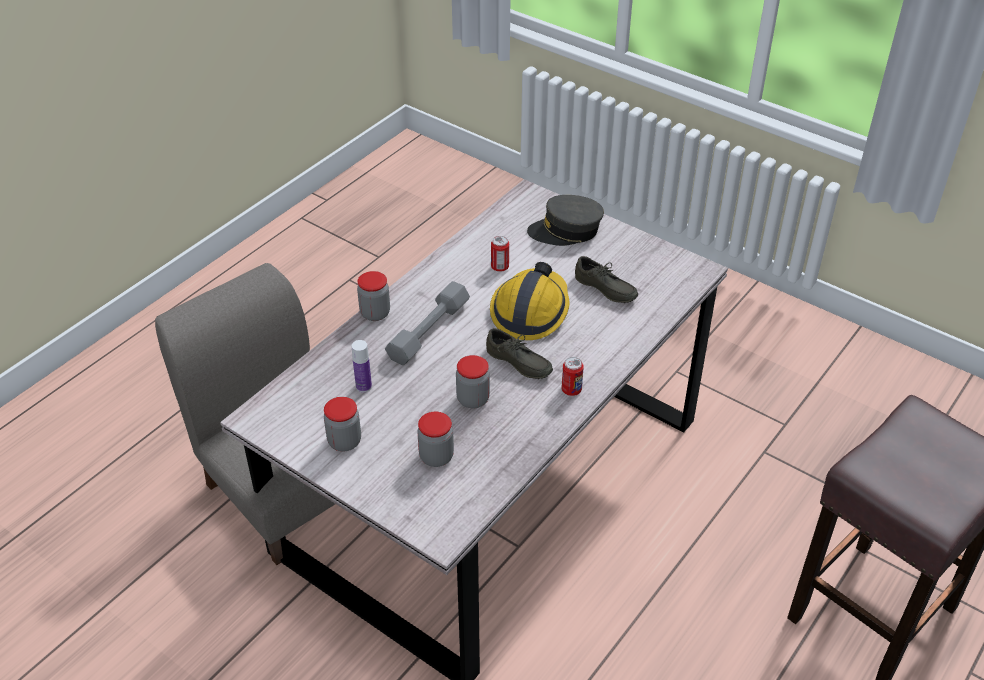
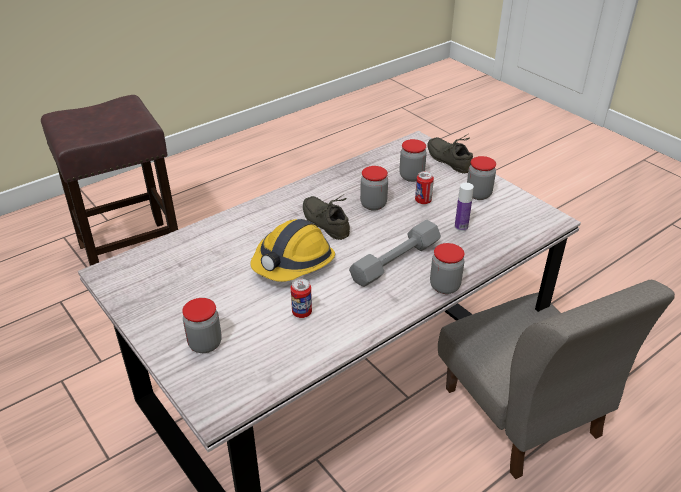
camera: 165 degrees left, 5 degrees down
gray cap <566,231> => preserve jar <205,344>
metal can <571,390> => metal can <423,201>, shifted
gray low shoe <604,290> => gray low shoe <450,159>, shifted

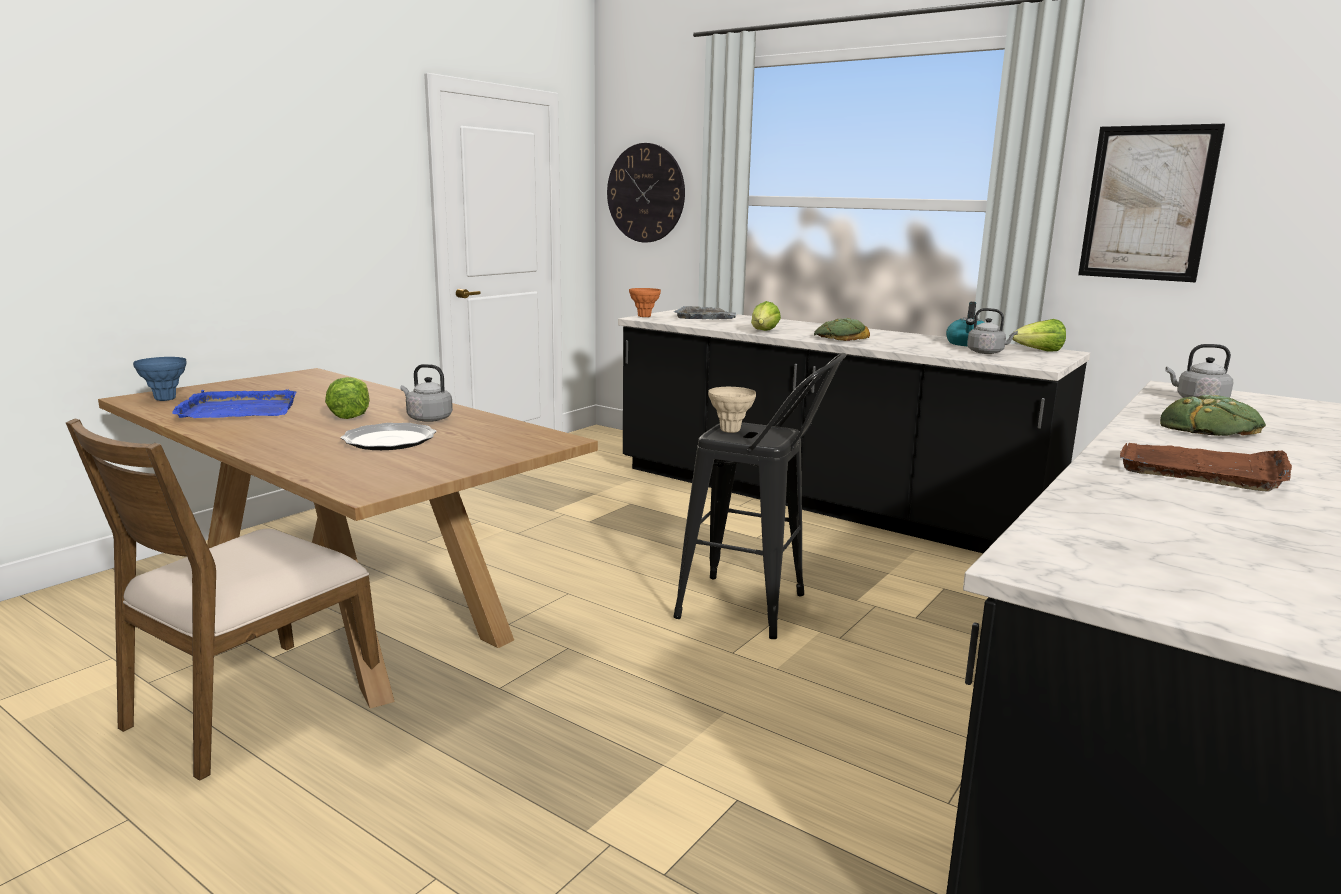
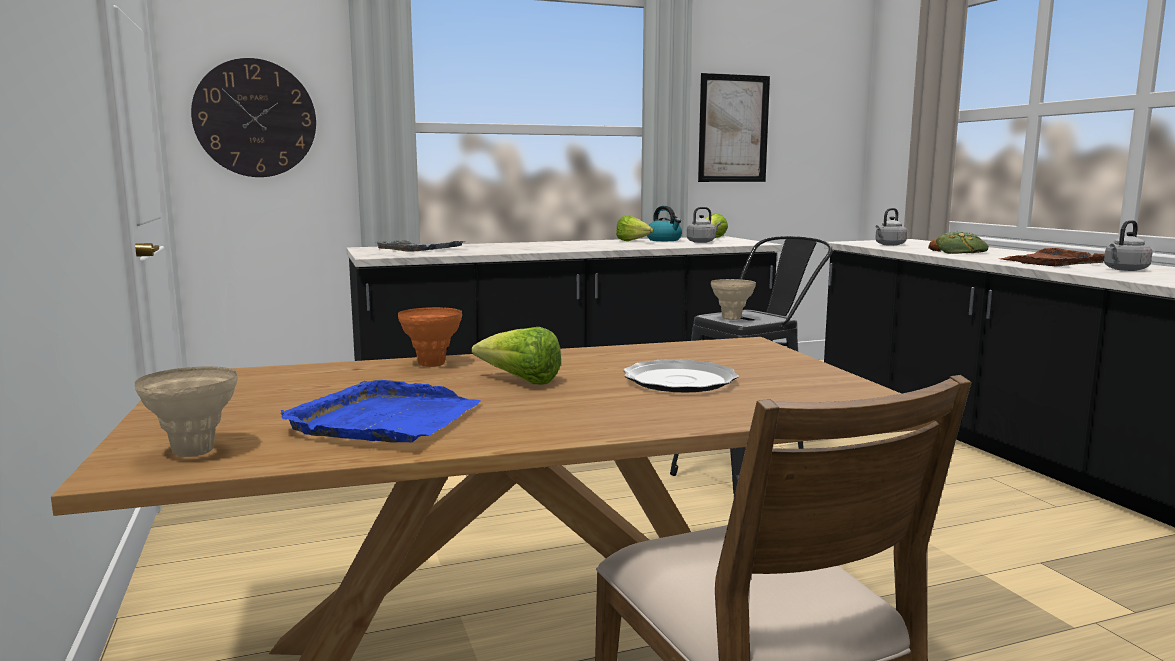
camera: 55 degrees left, 5 degrees down
bluish flower vase <165,399> => beige flower vase <194,451>
orange flower vase <644,316> => orange flower vase <432,364>, shifted
lettuce head <763,332> => lettuce head <633,241>, shifted
gray tea kettle <427,418> => gray tea kettle <1124,270>, shifted
bakery bread <841,338> => nothing

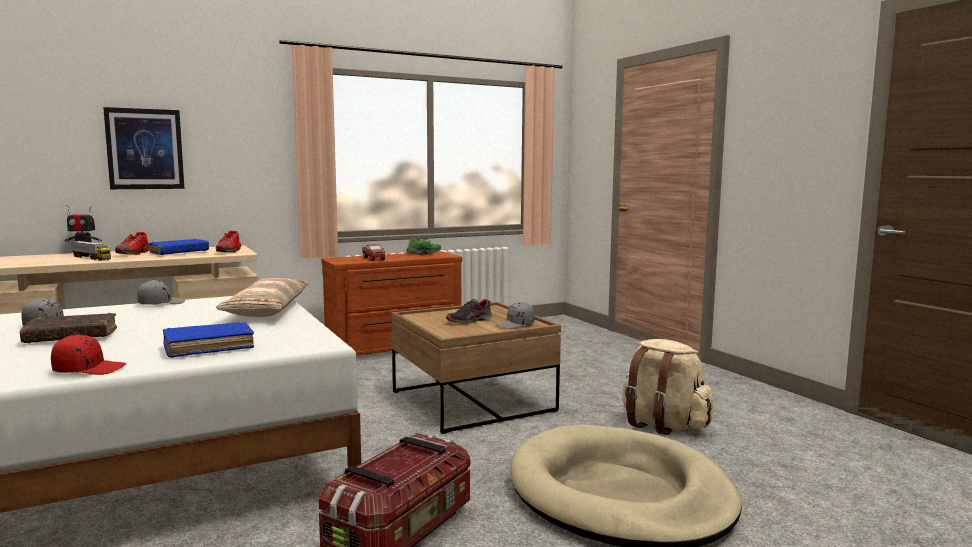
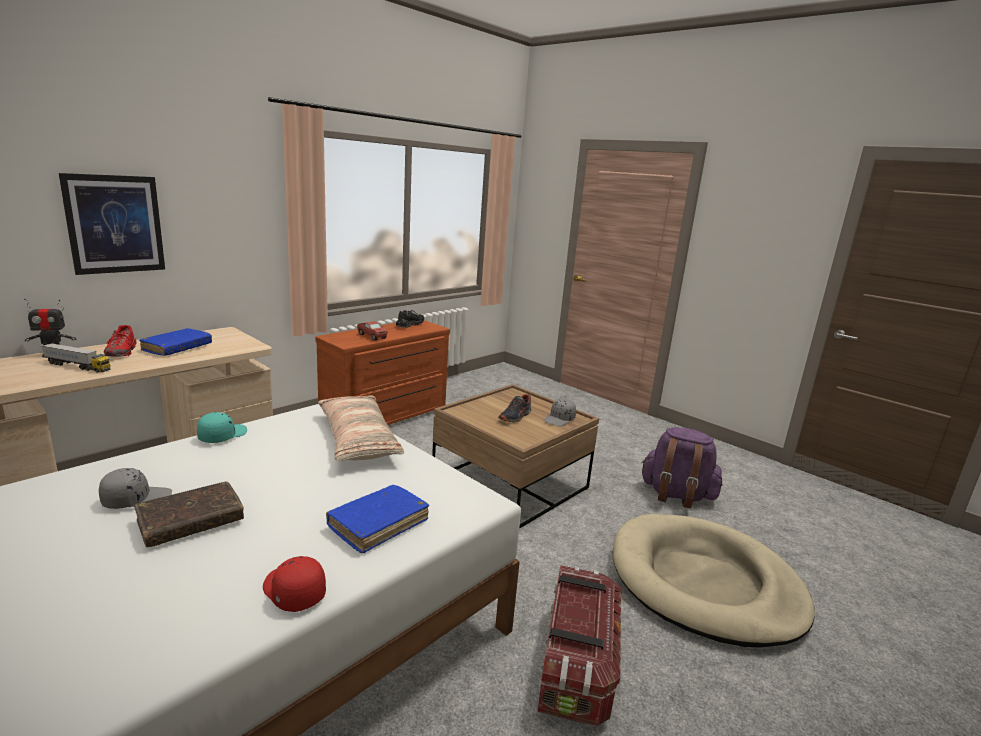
camera: 20 degrees left, 10 degrees up
gray cap <161,303> => turquoise cap <222,436>
red-coloured cap <89,369> => red-coloured cap <293,592>, 105 degrees counterclockwise
green-coloured low shoe <423,254> => blackish low shoe <410,325>
beige knapsack <663,425> => purplish knapsack <676,495>
red-coloured low shoe <229,252> => nothing

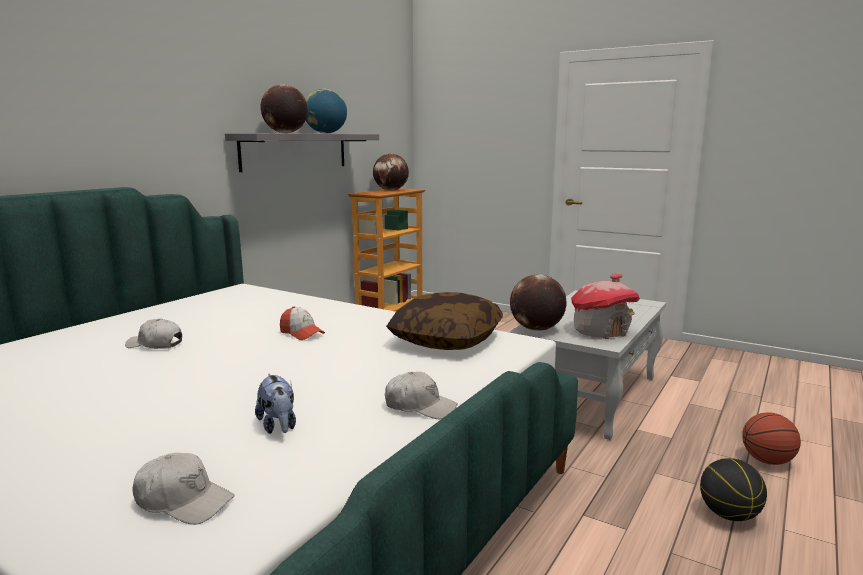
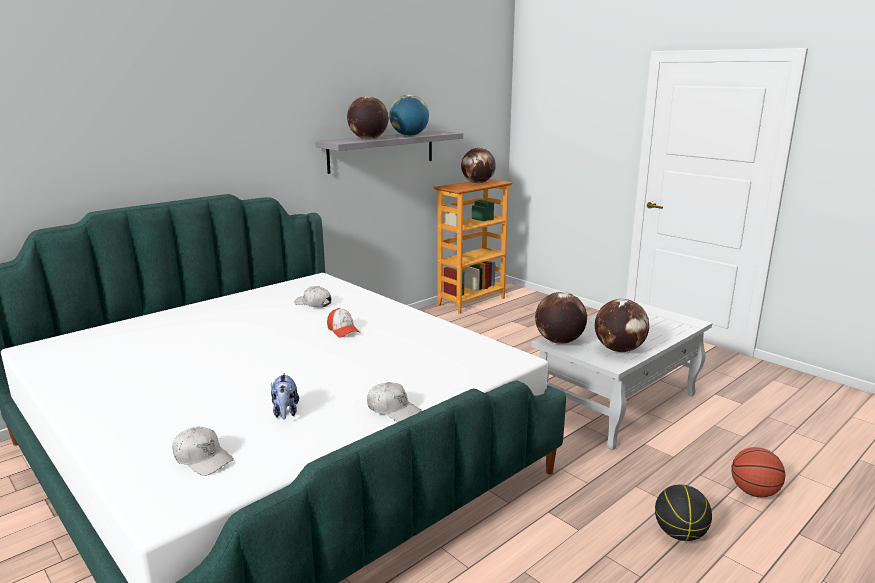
camera: 15 degrees right, 5 degrees up
white cap <155,345> => white cap <313,304>, shifted
model house <601,331> => globe <619,349>
throw pillow <446,340> => nothing

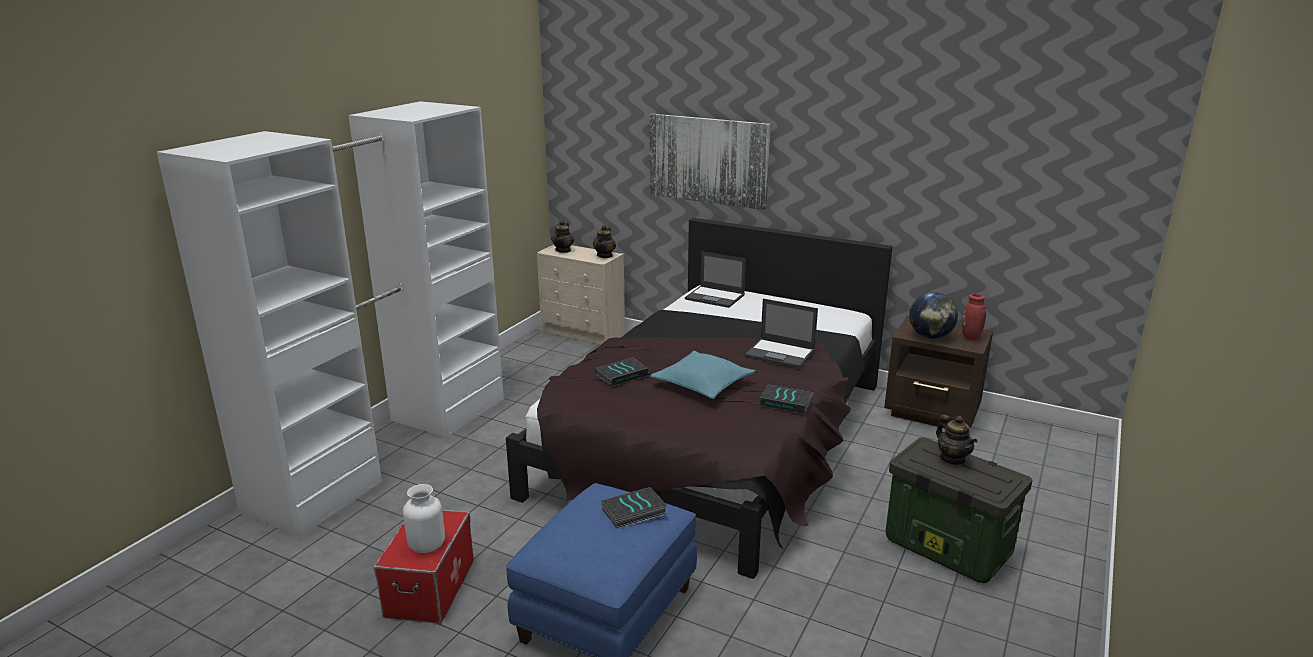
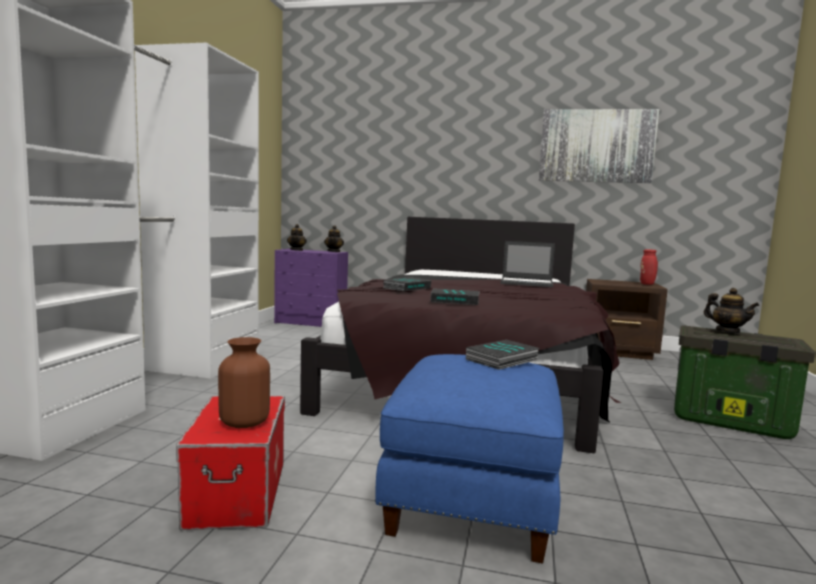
camera: 15 degrees left, 15 degrees down
white flower vase <426,545> => brownish flower vase <244,422>
beige chest of drawers <584,334> => purplish chest of drawers <311,323>
bound book <787,402> => bound book <455,301>, shifted
wall picture <708,160> => wall picture <596,146>, shifted
turquoise throw pillow <702,384> => nothing
notebook computer <715,297> => nothing
globe <930,337> => nothing

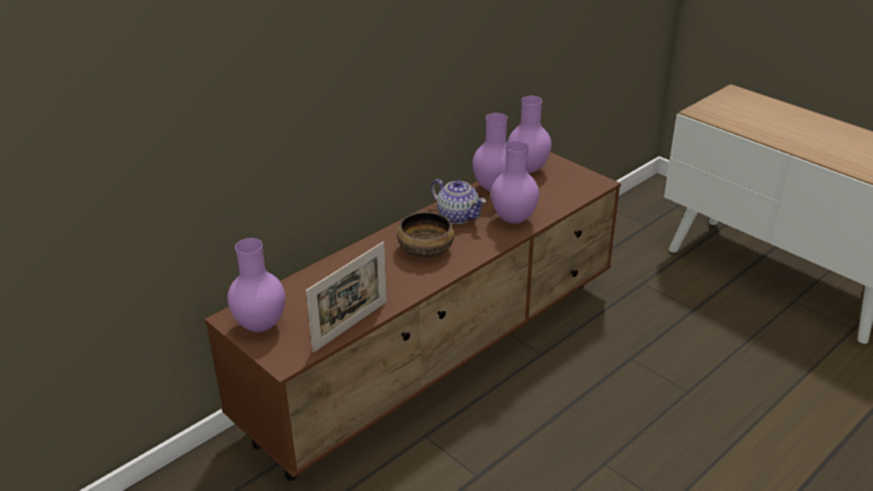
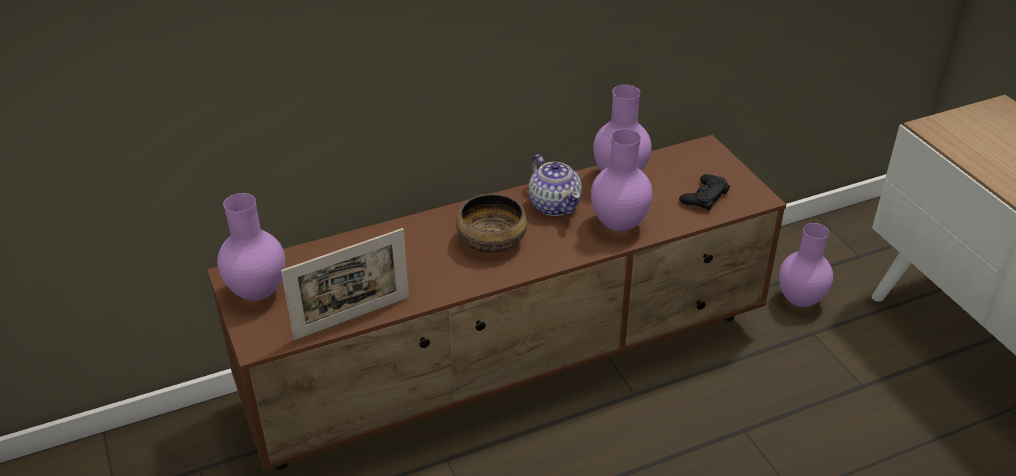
camera: 20 degrees right, 5 degrees up
nothing => blackish gamepad <704,196>
purplish flower vase <529,169> => purplish flower vase <801,301>, shifted

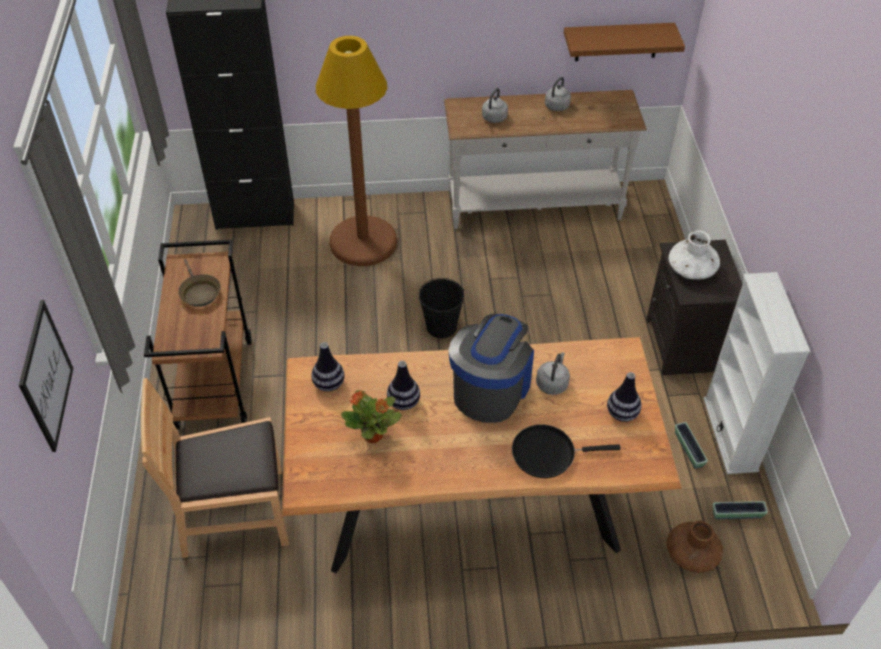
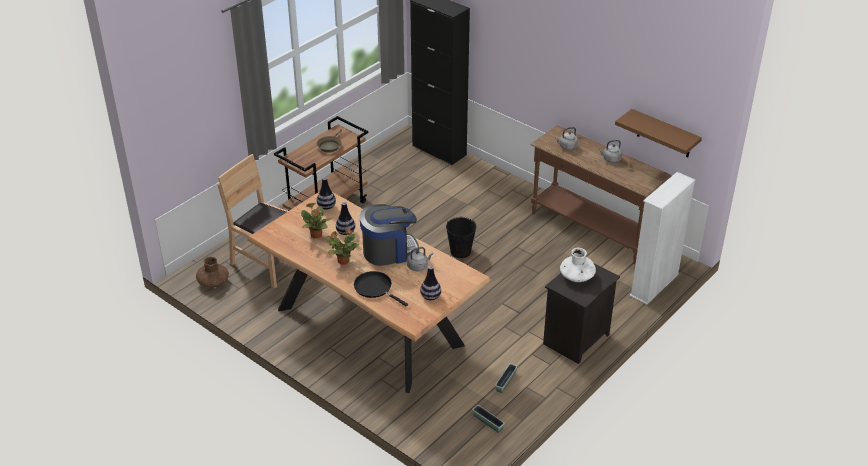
camera: 45 degrees right, 10 degrees down
brownish flower vase <691,554> => brownish flower vase <213,282>, shifted
nothing => houseplant <343,261>
white console table <535,208> => brownish console table <591,230>
white bookcase <730,434> => white bookcase <654,285>, shifted
wall picture <46,376> => nothing
brownish floor lamp <363,242> => nothing

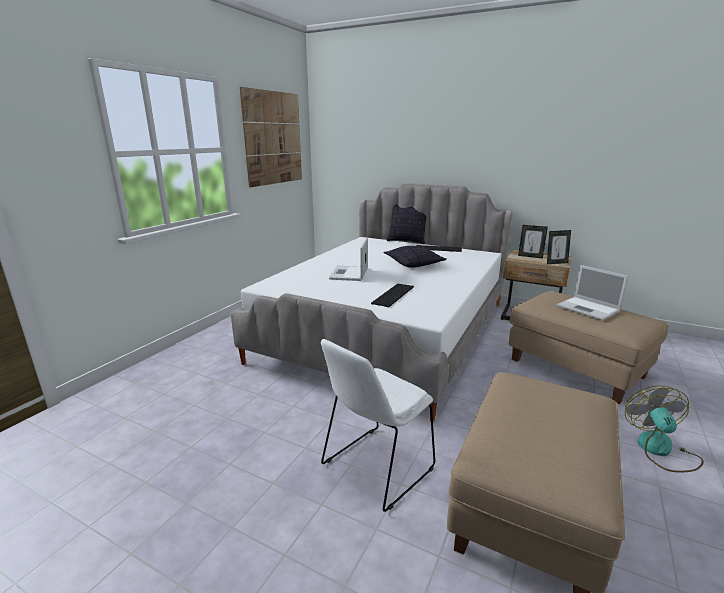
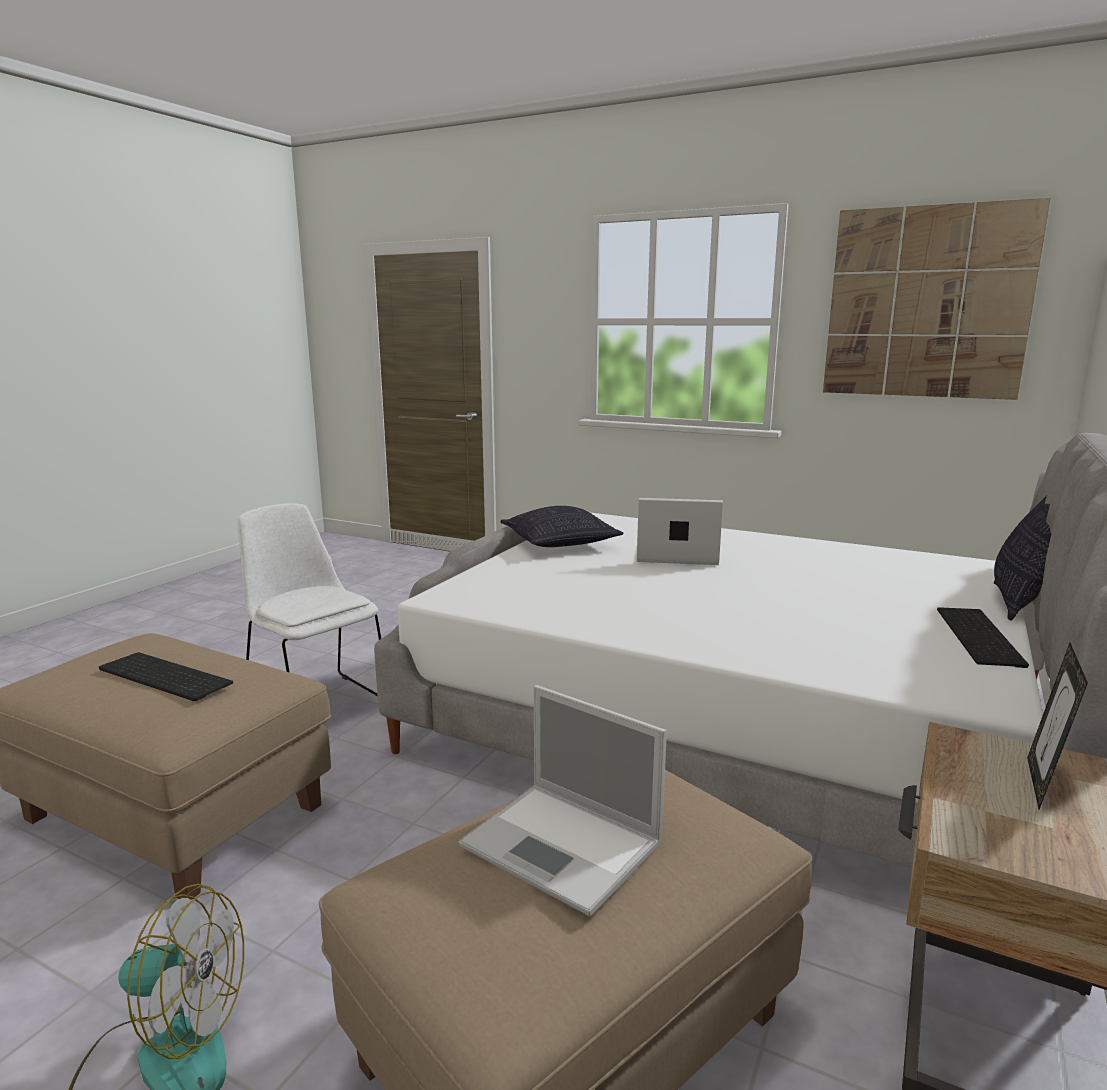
camera: 90 degrees right, 5 degrees down
computer keyboard <394,295> => computer keyboard <161,677>, shifted
notebook computer <589,309> => notebook computer <564,846>, 105 degrees counterclockwise
throw pillow <414,264> => throw pillow <559,544>, shifted
picture frame <556,263> => nothing

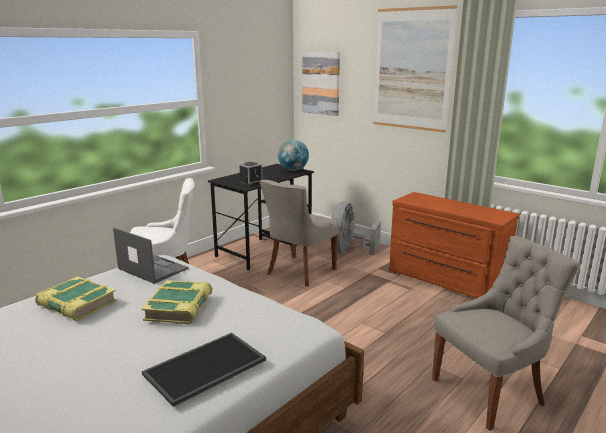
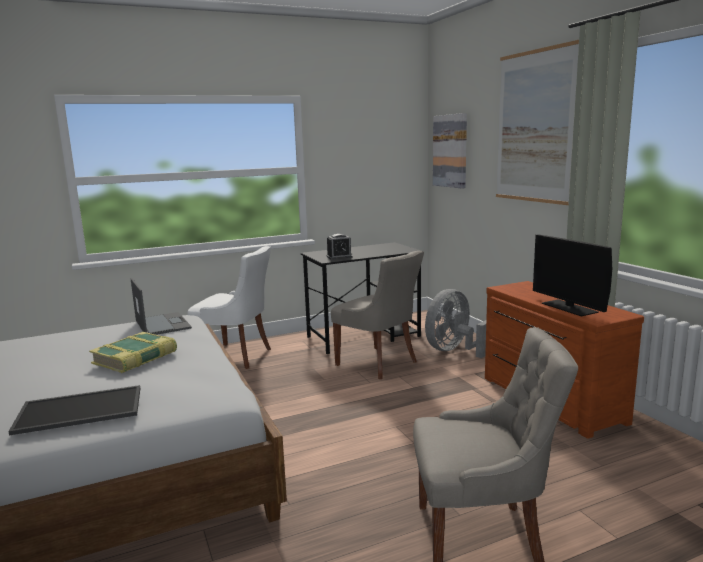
camera: 25 degrees right, 5 degrees down
gray plain chair <299,272> => gray plain chair <379,363>, 105 degrees counterclockwise
nothing => computer screen <569,308>
bound book <76,304> => nothing
globe <293,170> => nothing

